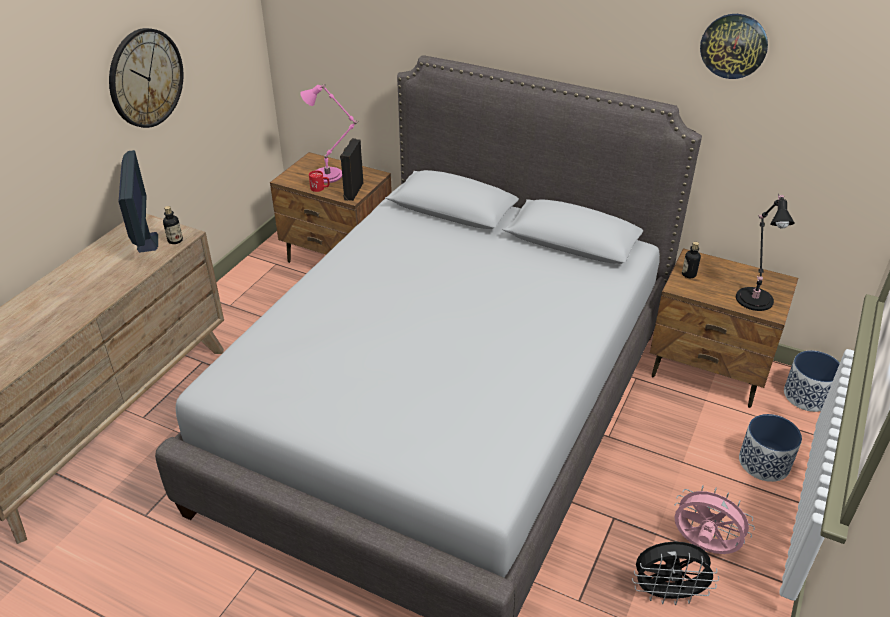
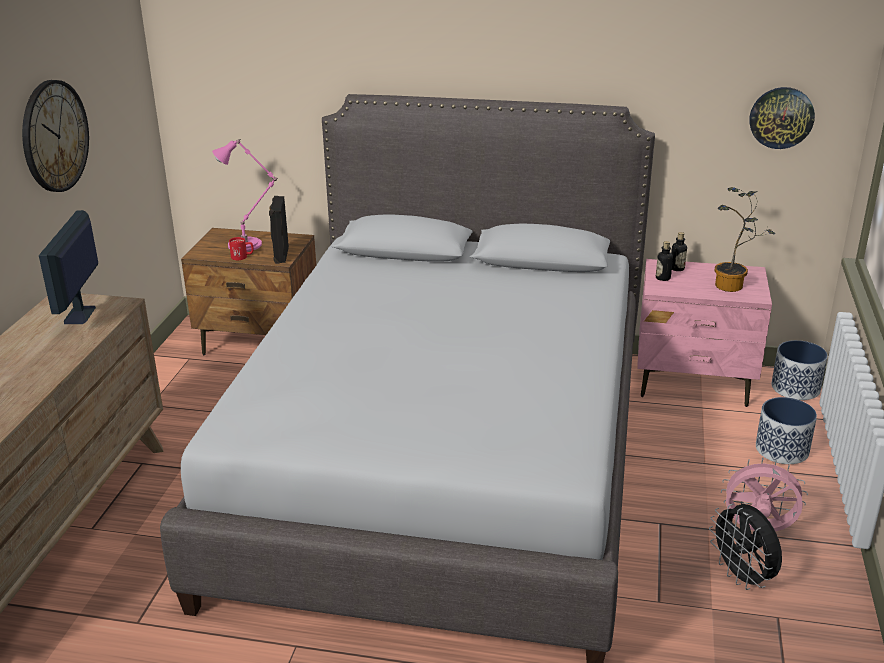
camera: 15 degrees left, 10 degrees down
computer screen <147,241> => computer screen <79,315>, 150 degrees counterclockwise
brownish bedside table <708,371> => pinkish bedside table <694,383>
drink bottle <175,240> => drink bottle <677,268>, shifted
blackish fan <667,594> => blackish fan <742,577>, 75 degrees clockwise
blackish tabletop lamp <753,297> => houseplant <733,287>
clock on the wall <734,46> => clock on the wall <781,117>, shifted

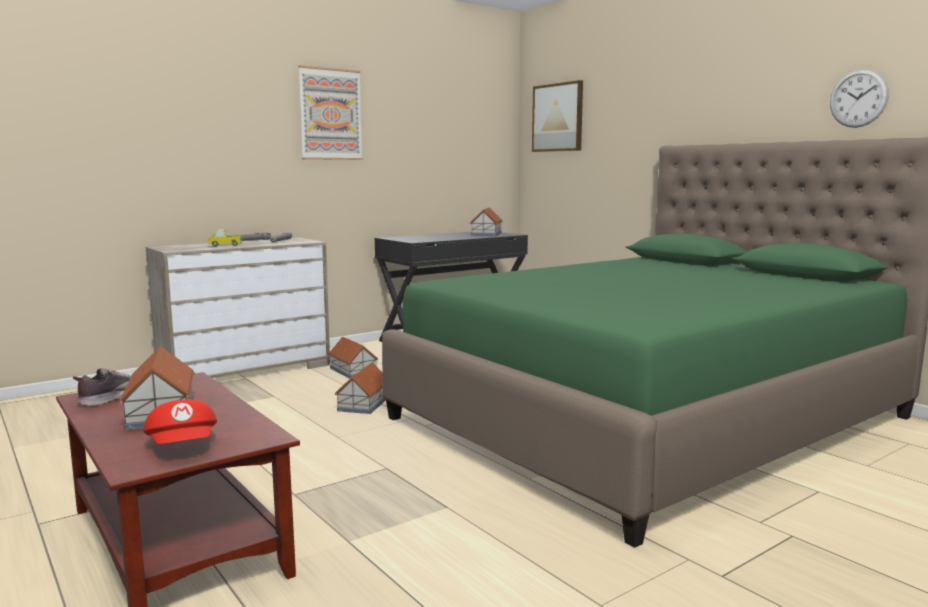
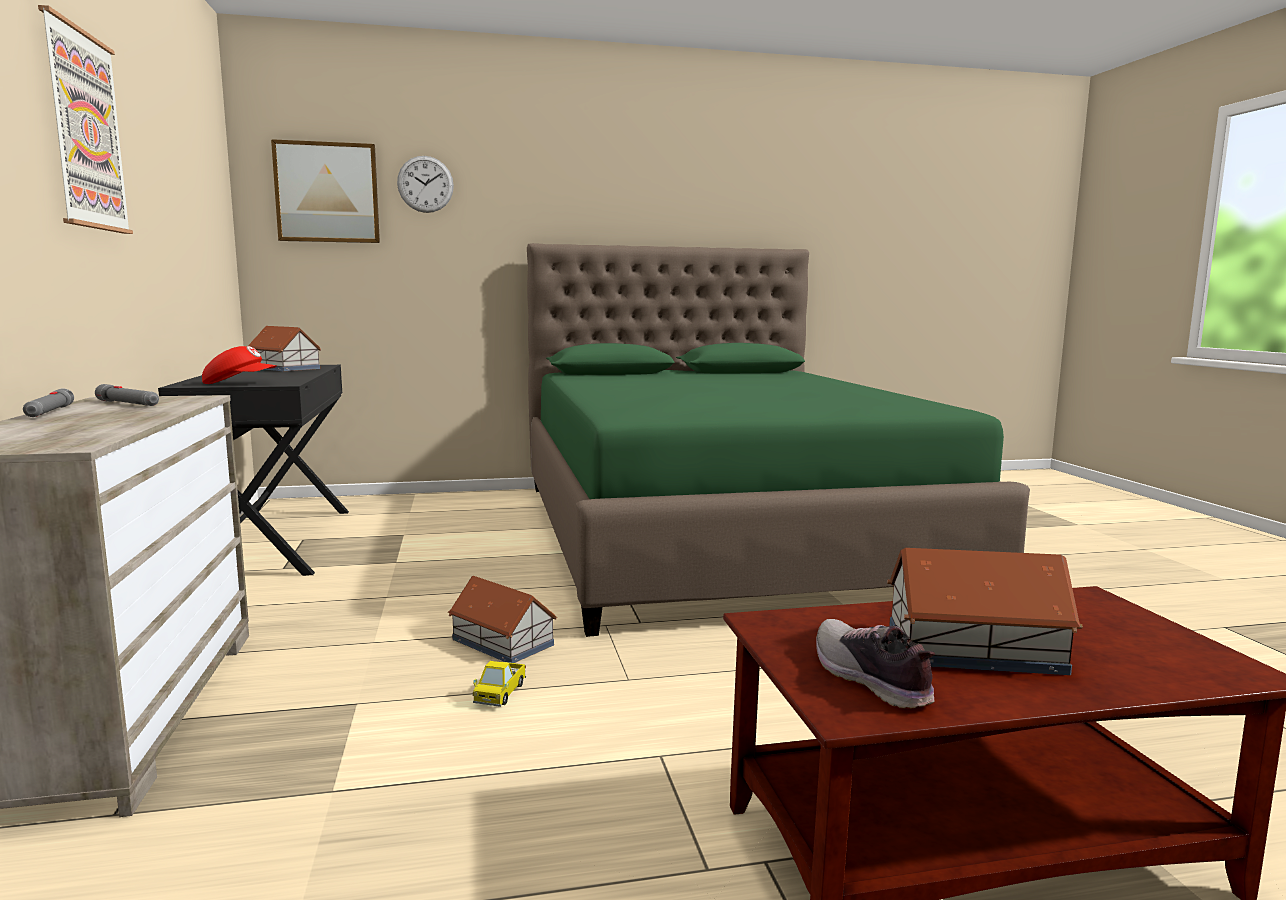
camera: 65 degrees left, 0 degrees up
red-coloured cap <184,446> => red-coloured cap <239,384>, shifted
clock on the wall <858,98> => clock on the wall <425,184>, shifted
toy lorry <225,245> => toy lorry <500,694>, shifted
model house <353,371> => nothing

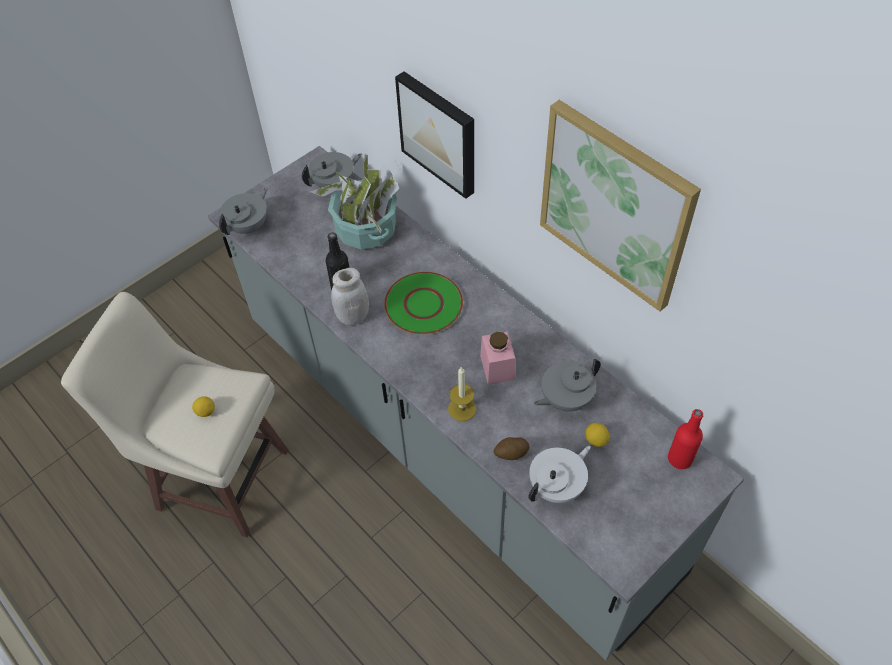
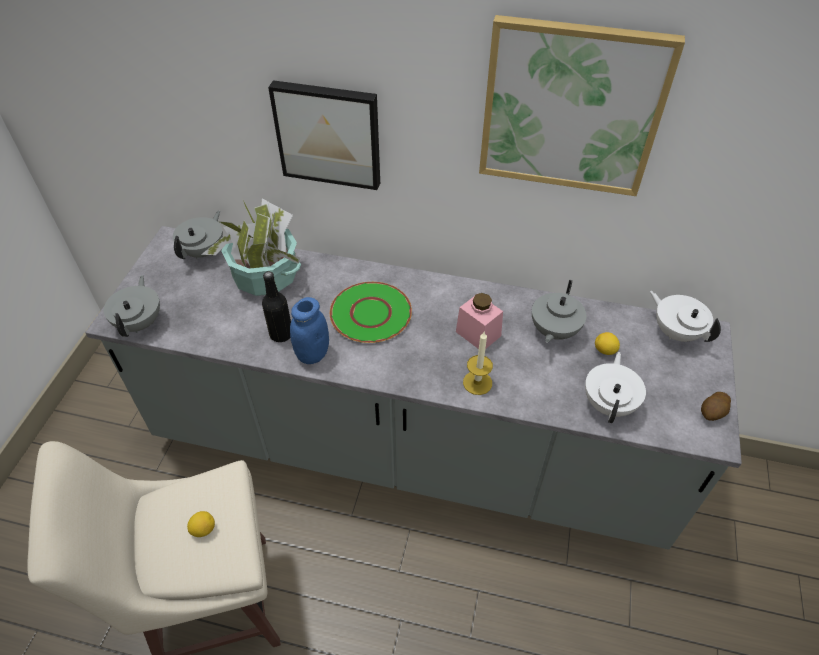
camera: 35 degrees left, 5 degrees down
white preserve jar <353,316> => bluish preserve jar <312,354>
red-coloured drink bottle <679,459> => white pot for tea <676,332>
spud <511,453> => spud <712,413>, shifted

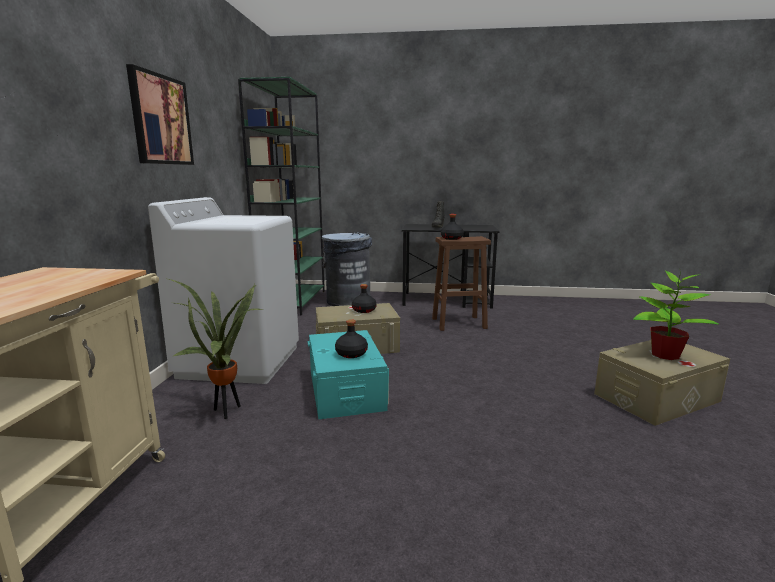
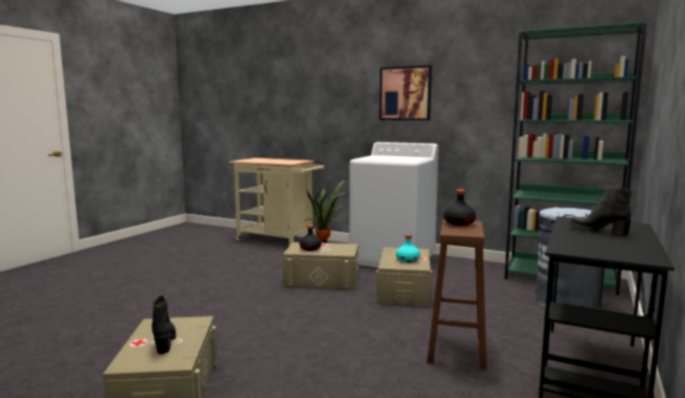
camera: 110 degrees right, 5 degrees down
houseplant <664,354> => blackish high-top boot <164,341>
turquoise storage box <345,390> => beige storage box <322,279>
blackish drink bottle <364,310> => turquoise drink bottle <408,260>

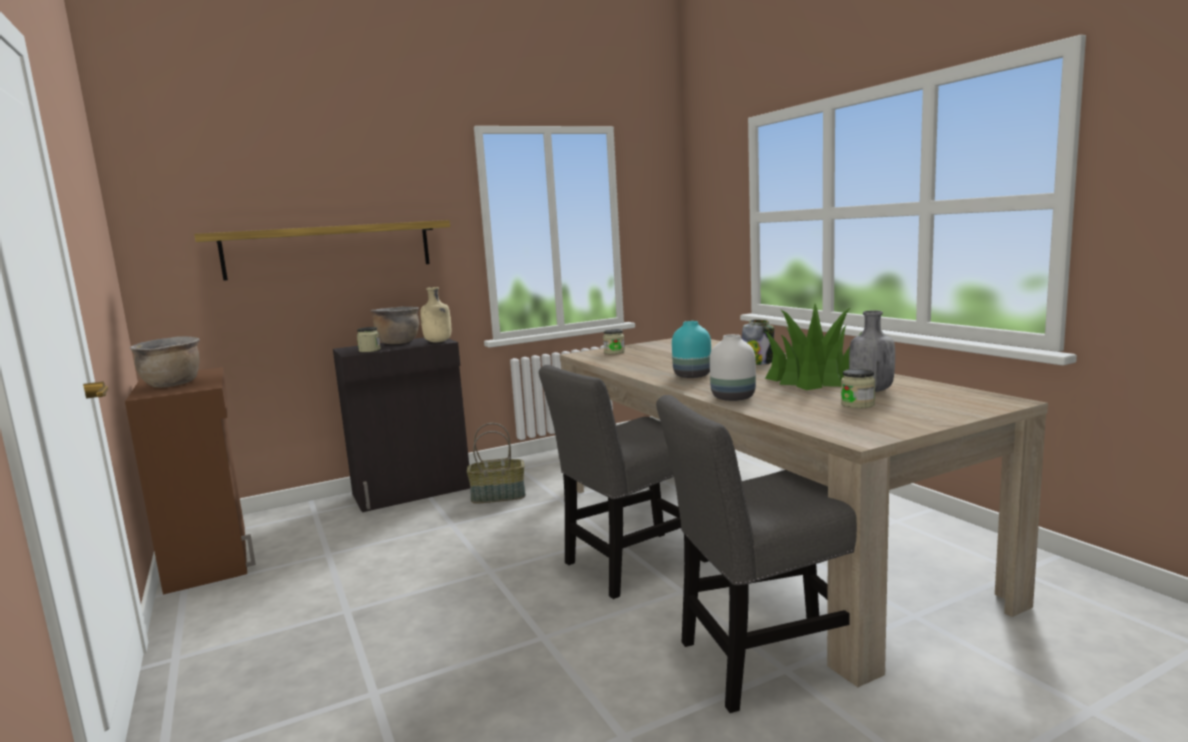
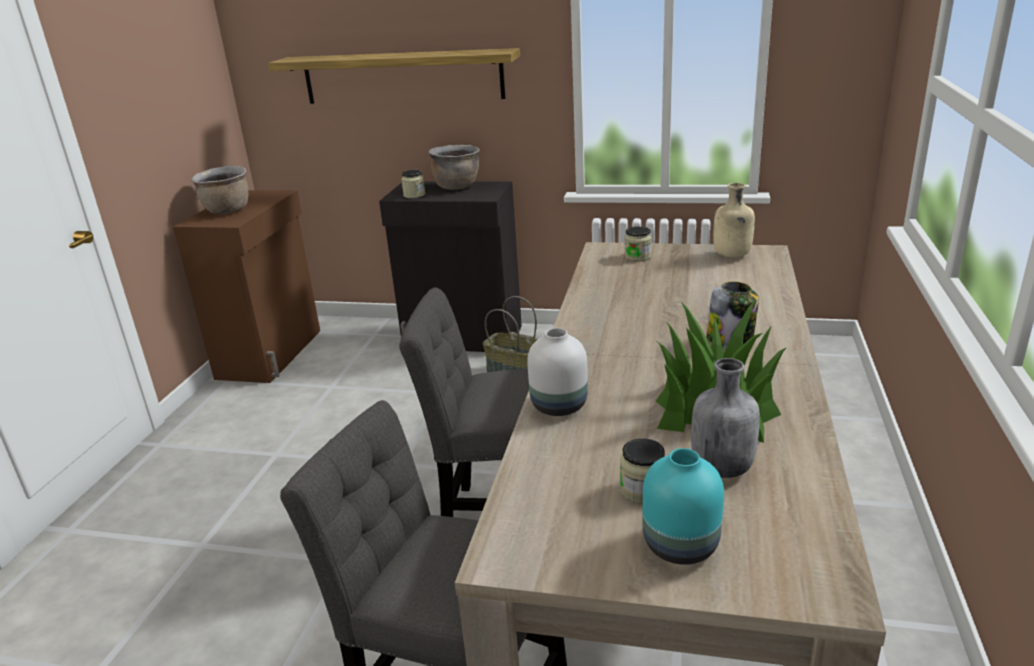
camera: 40 degrees right, 15 degrees up
turquoise flower vase <691,376> => turquoise flower vase <678,545>, shifted
beige drink bottle <438,342> => beige drink bottle <732,256>, shifted

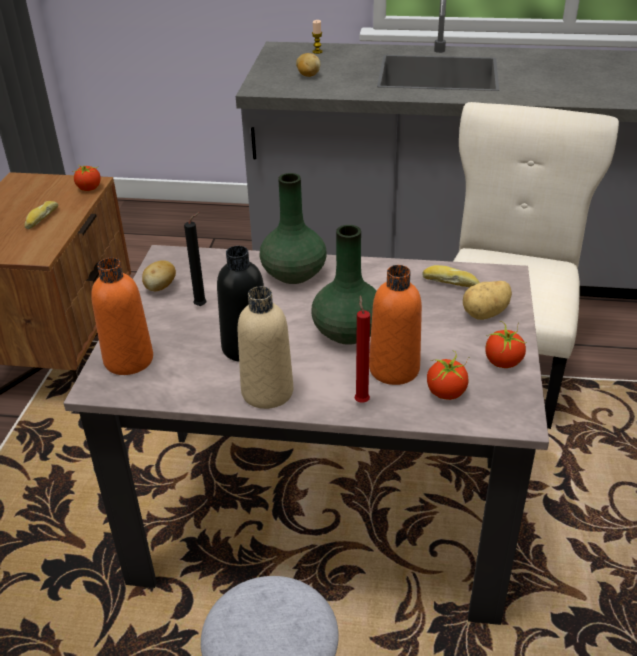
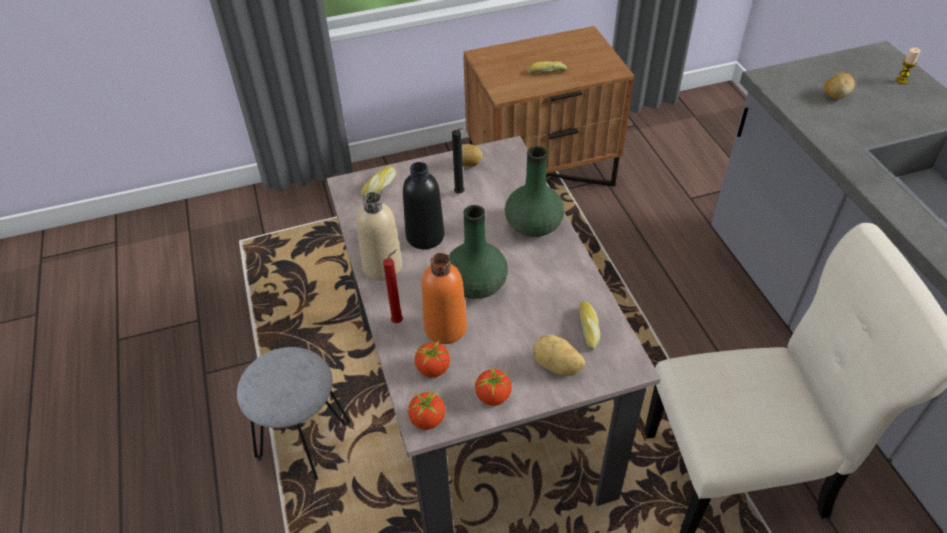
camera: 65 degrees right, 10 degrees up
orange drink bottle <128,360> => bakery bread <380,186>
fresh tomato <89,188> => fresh tomato <427,420>, shifted

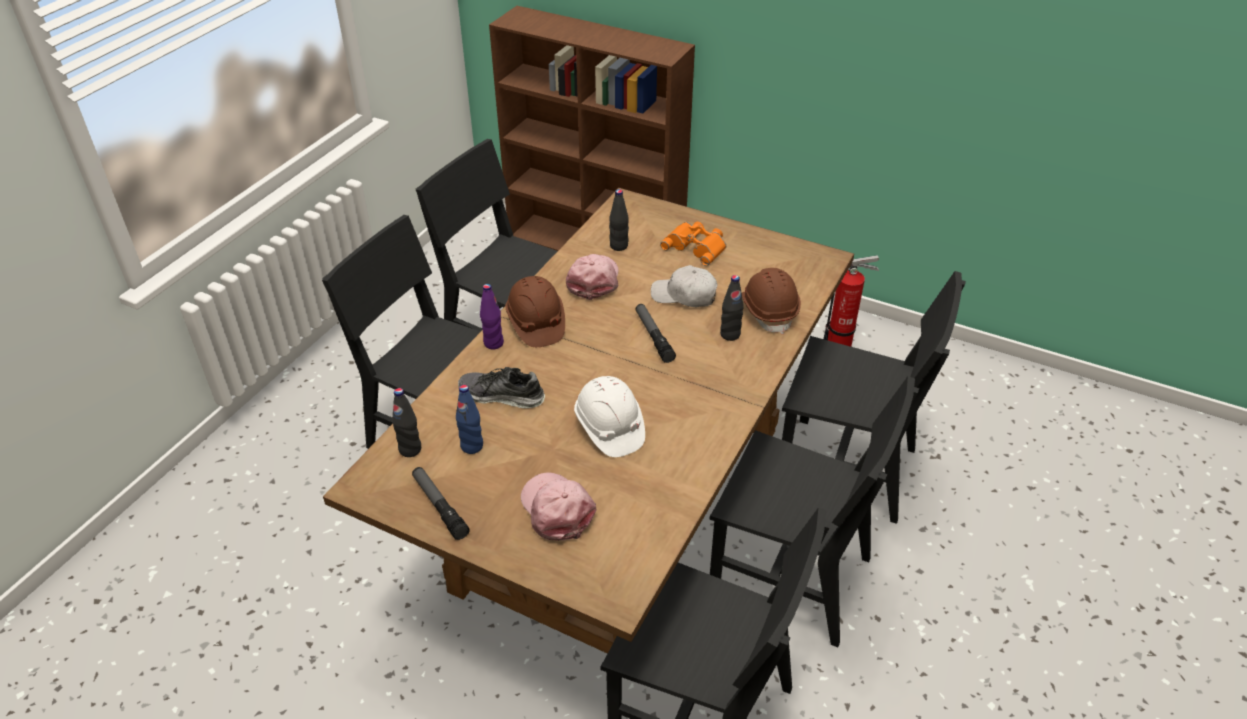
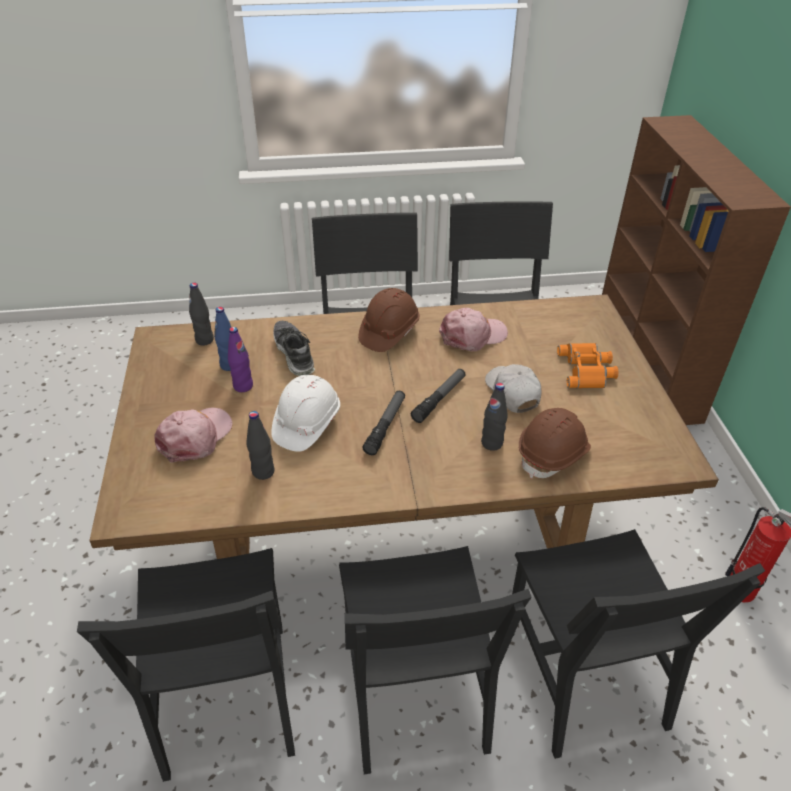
camera: 55 degrees right, 0 degrees up
purplish drink bottle <493,343> => purplish drink bottle <243,386>, shifted
blackish drink bottle <619,246> => blackish drink bottle <263,472>, shifted
flashlight <439,506> => flashlight <385,426>, shifted

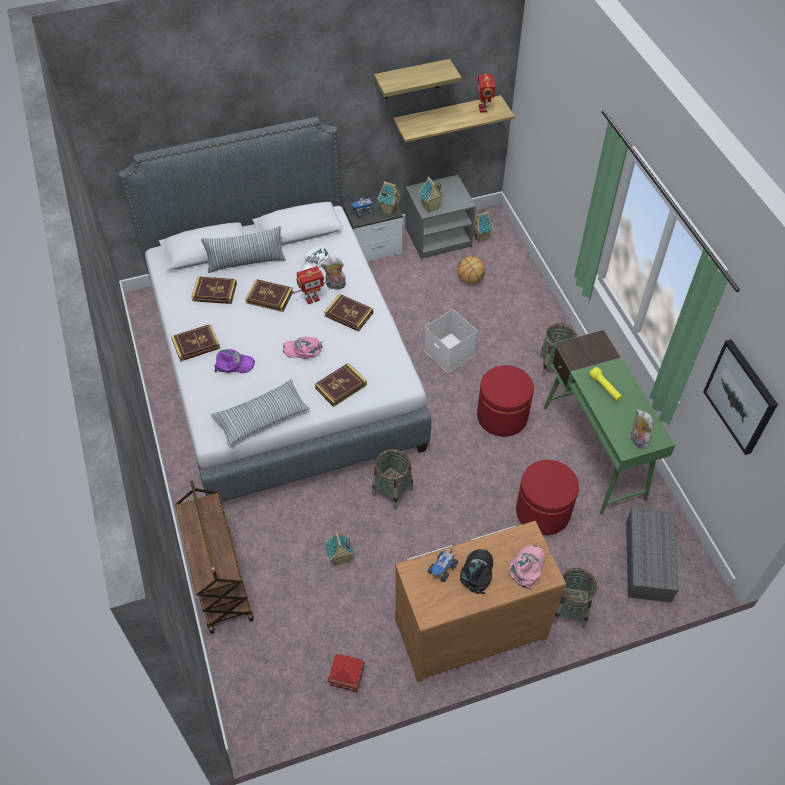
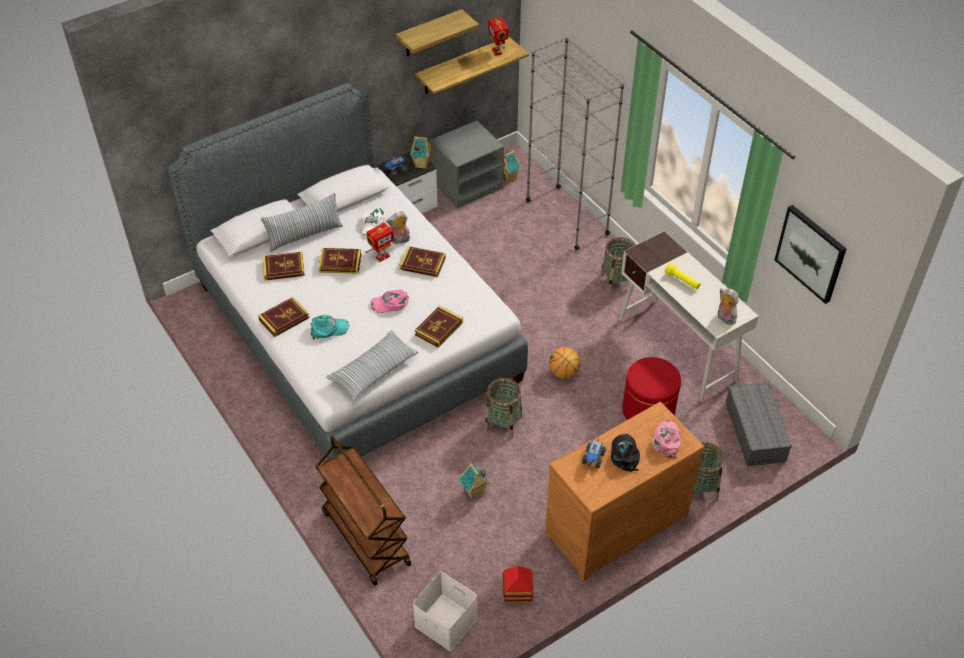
camera: 15 degrees left, 5 degrees down
purplish cap <234,364> => turquoise cap <328,329>
white storage box <448,352> => white storage box <444,622>, shifted
nothing => gray bookcase <567,217>
basketball ball <470,280> => basketball ball <563,372>, shifted
green-coloured desk table <594,452> => white desk table <677,350>
model house <430,208> => nothing
red-coloured pouffe <502,416> => nothing

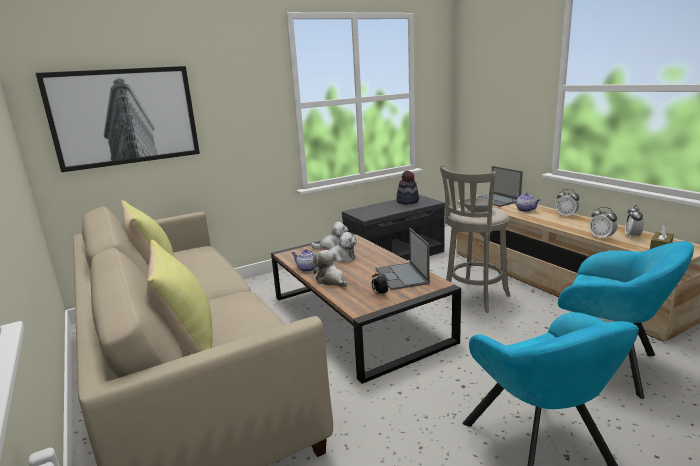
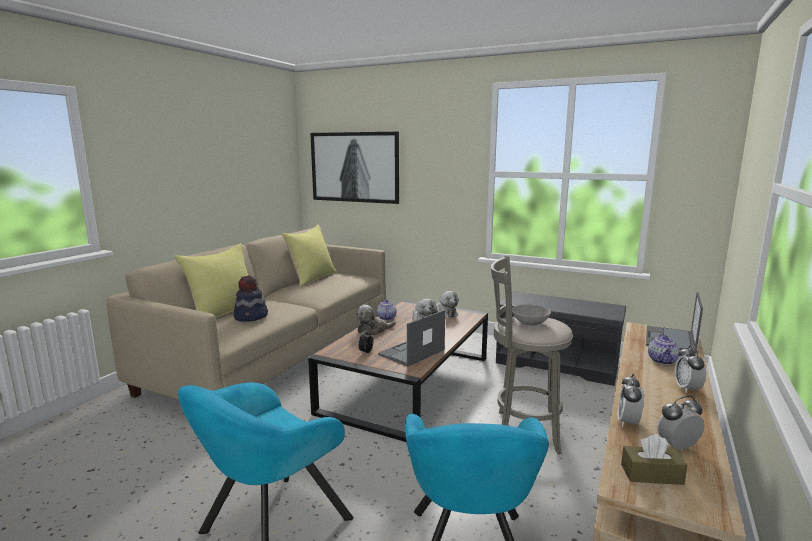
camera: 55 degrees right, 5 degrees down
wearable hat <407,201> => wearable hat <251,317>, shifted
cuddly toy <331,280> => cuddly toy <373,330>, 135 degrees counterclockwise

